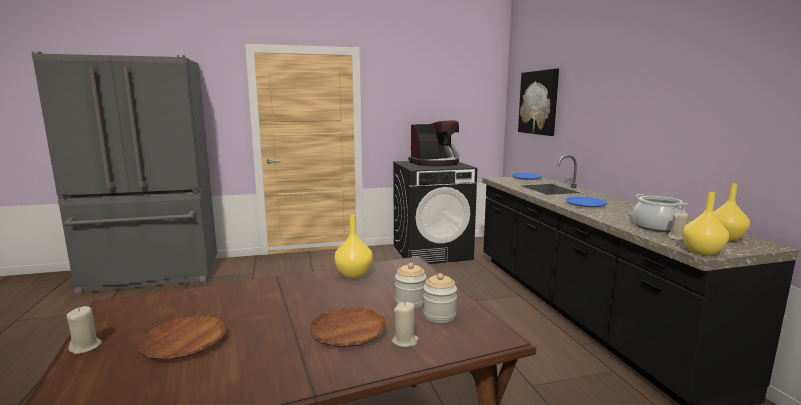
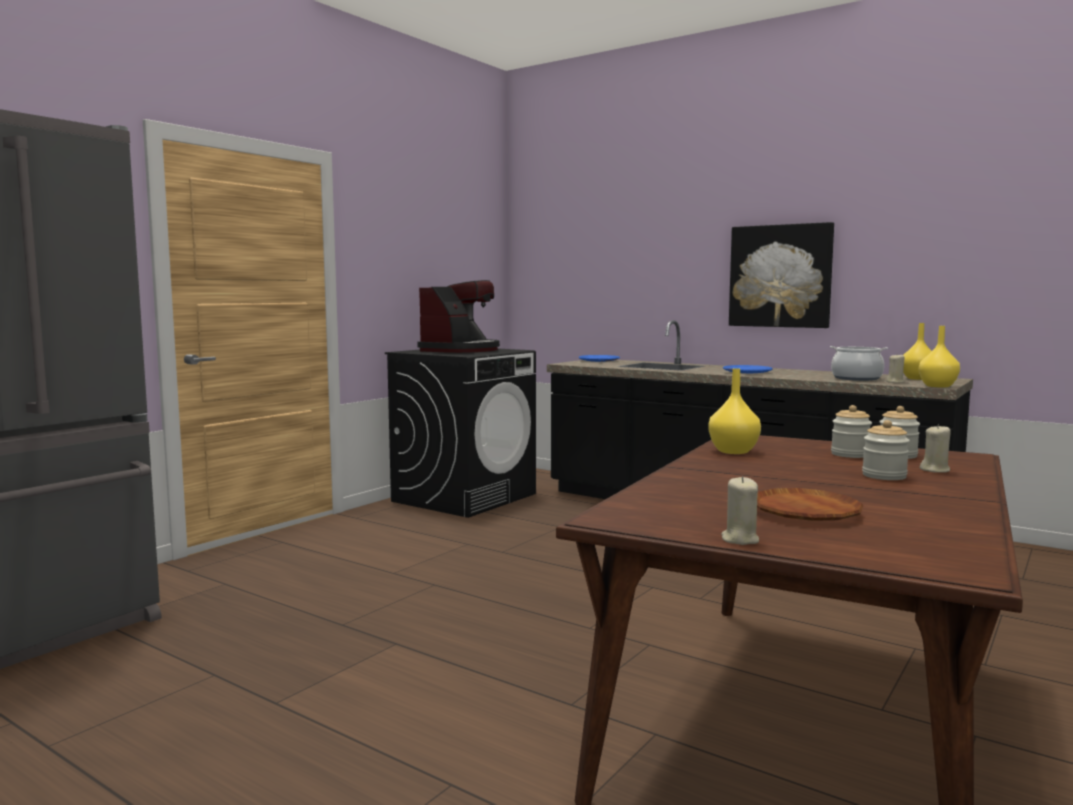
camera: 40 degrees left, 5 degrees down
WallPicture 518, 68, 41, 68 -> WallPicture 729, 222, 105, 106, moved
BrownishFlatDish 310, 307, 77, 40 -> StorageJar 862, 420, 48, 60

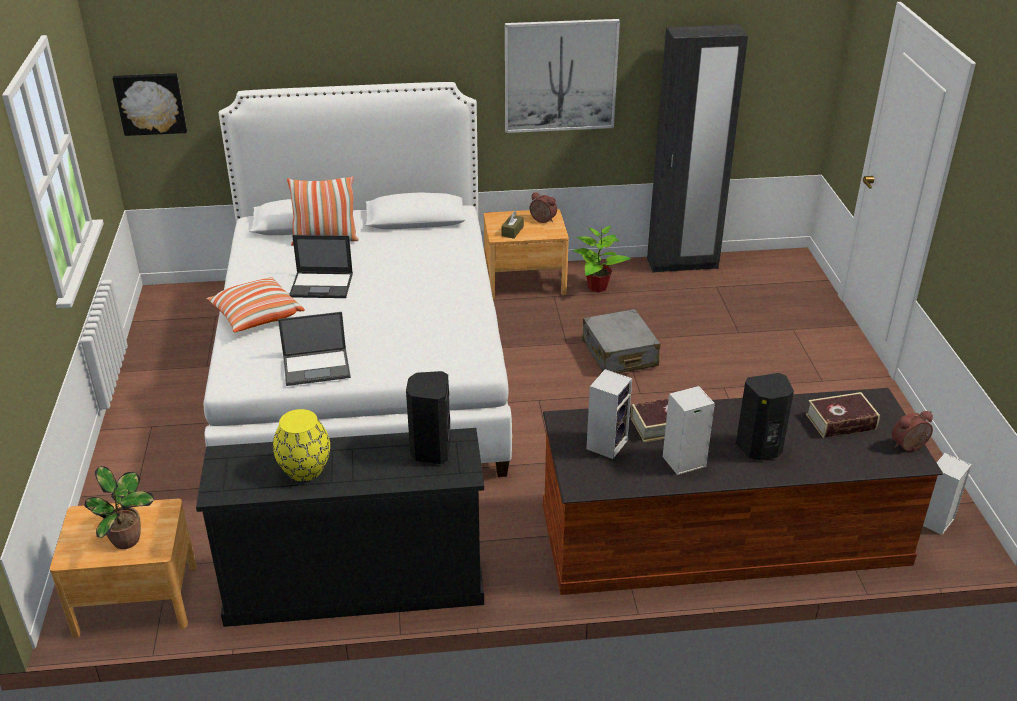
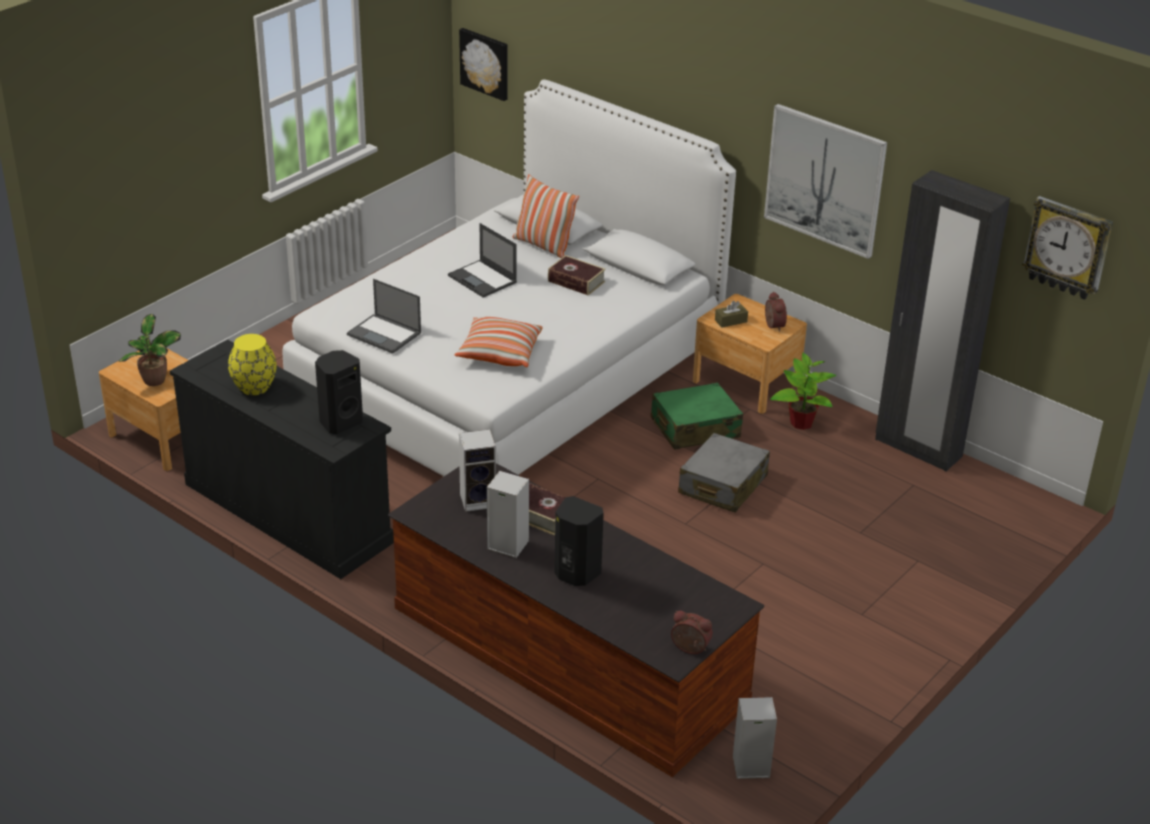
camera: 45 degrees right, 0 degrees up
ThrowPillow 206, 277, 99, 55 -> ThrowPillow 455, 317, 87, 50, moved
Volume 806, 392, 74, 46 -> Volume 548, 255, 58, 40, moved
none -> WallClock 1022, 196, 91, 104
none -> GreenColouredPieceOfLuggage 651, 382, 92, 68

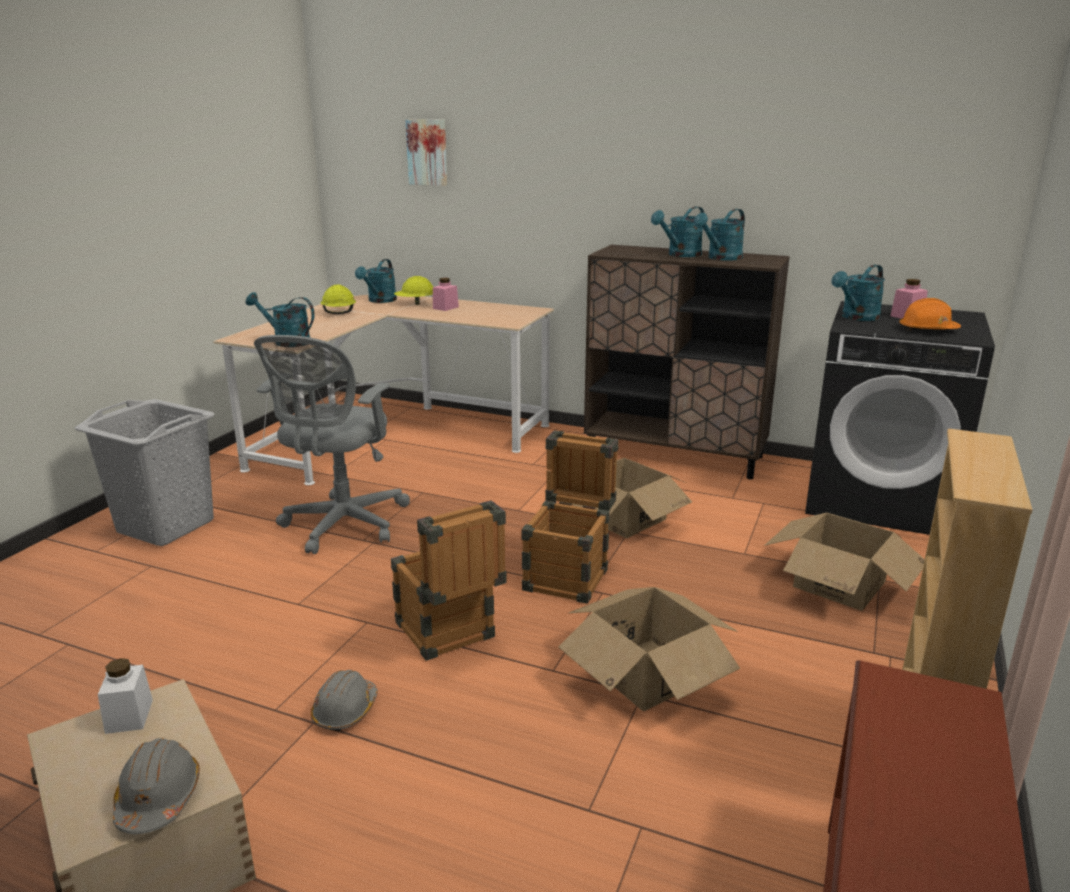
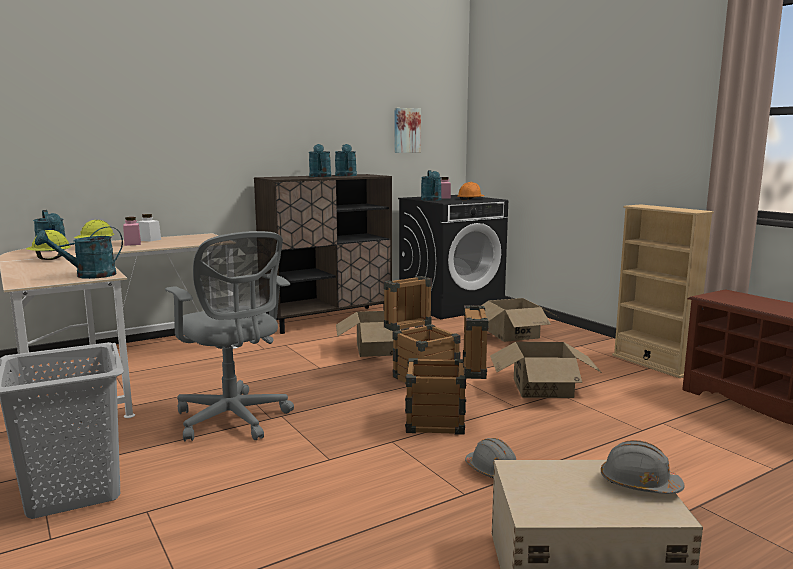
camera: 55 degrees left, 10 degrees down
WallPicture 405, 119, 42, 67 -> WallPicture 395, 108, 26, 45, moved
WhiteColouredStorageJar 98, 658, 55, 76 -> WhiteColouredStorageJar 136, 214, 25, 28, moved

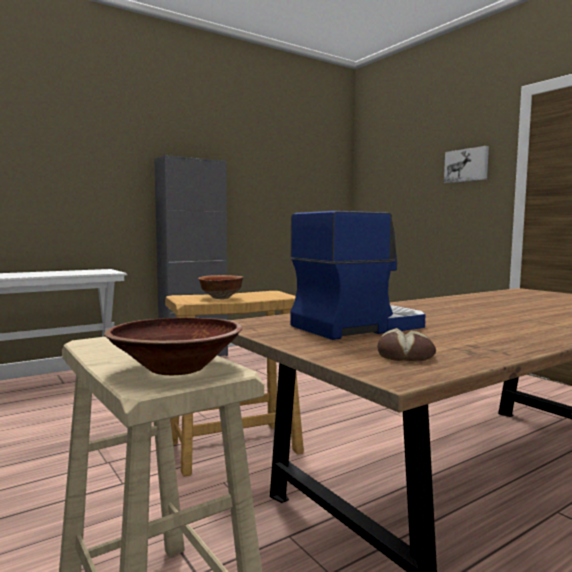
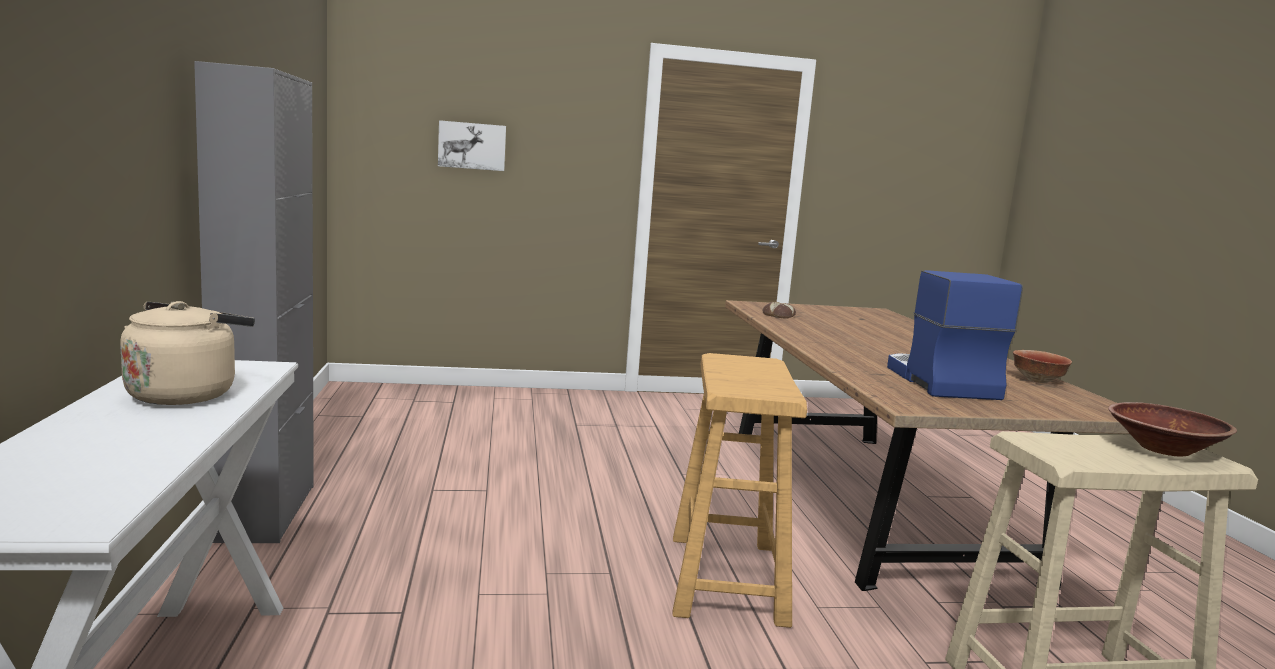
camera: 65 degrees left, 5 degrees up
WallPicture 444, 146, 45, 37 -> WallPicture 438, 120, 68, 51, moved
ServingBowl 198, 275, 45, 24 -> ServingBowl 1013, 350, 59, 33, moved
Bread 378, 328, 58, 33 -> Bread 762, 302, 34, 16, moved
none -> BeigeColouredKettle 120, 301, 135, 104

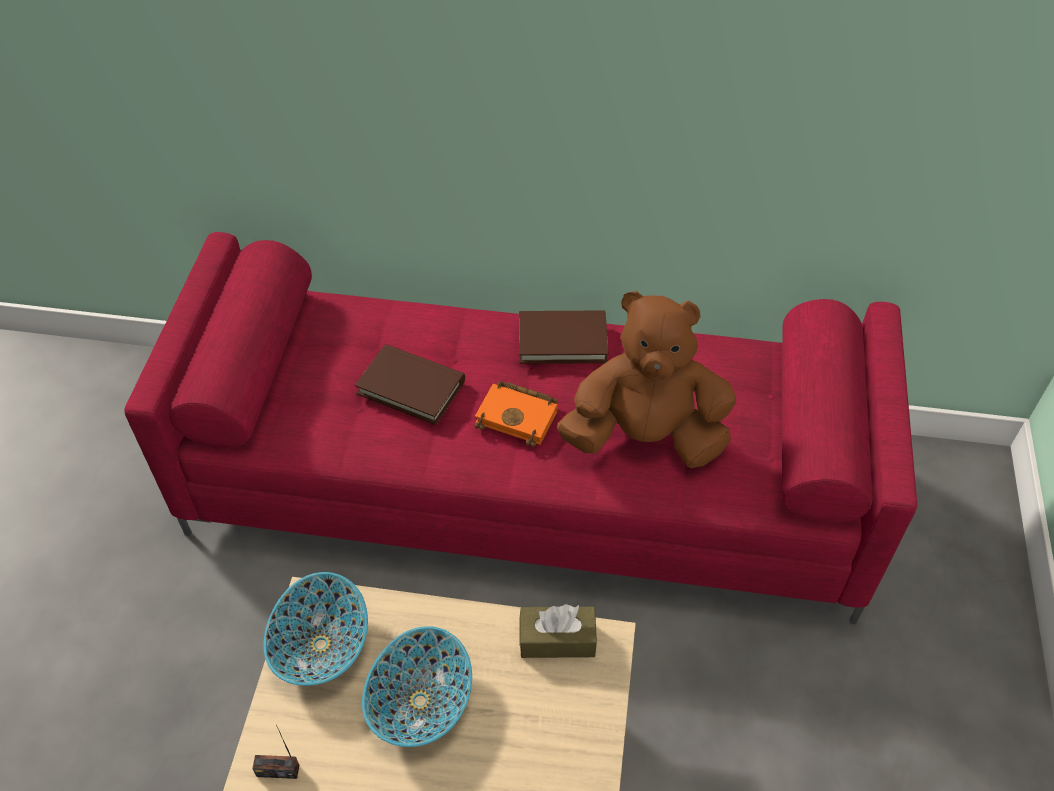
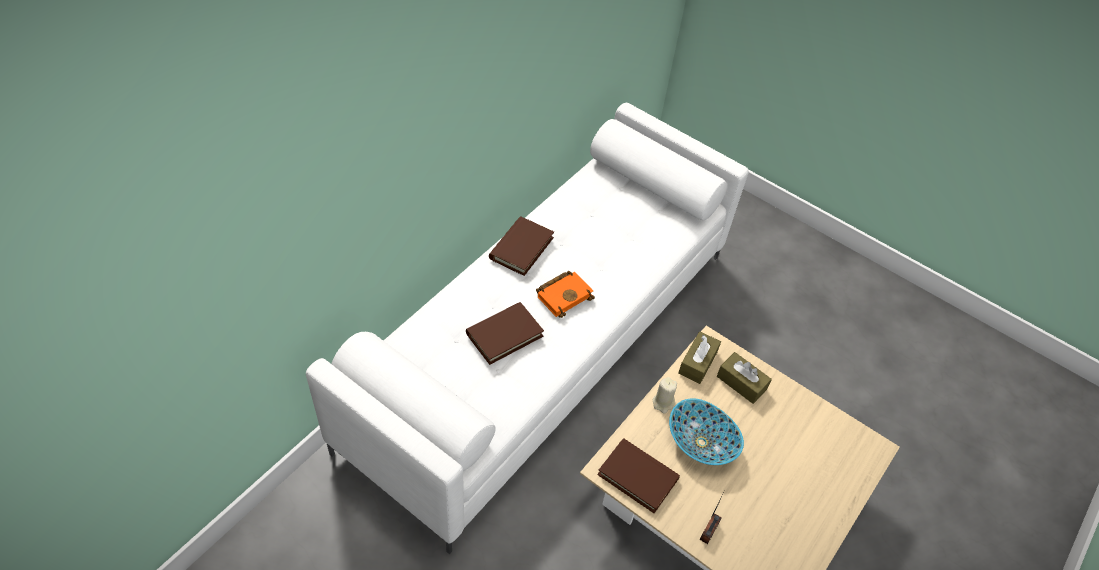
camera: 65 degrees left, 0 degrees up
RedSettee 124, 232, 793, 392 -> WhiteColouredSettee 306, 103, 443, 451
BrownishPlushToy 557, 291, 179, 177 -> none
ServingBowl 263, 572, 105, 114 -> BrownishVolume 597, 438, 83, 75
none -> BrownishBoxOfTissues 717, 352, 55, 52
none -> BeigeColouredWaxCandle 653, 377, 24, 37

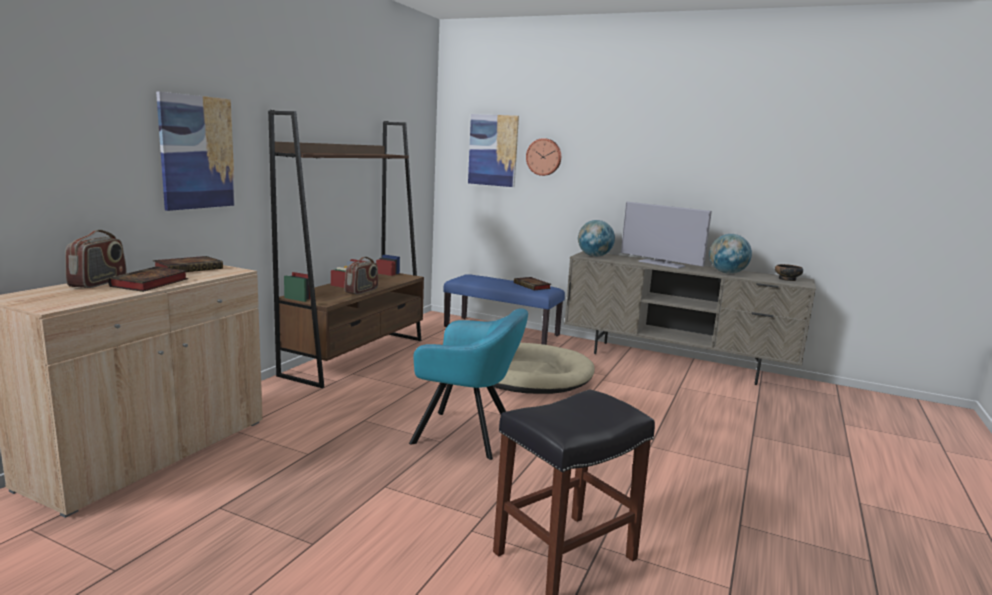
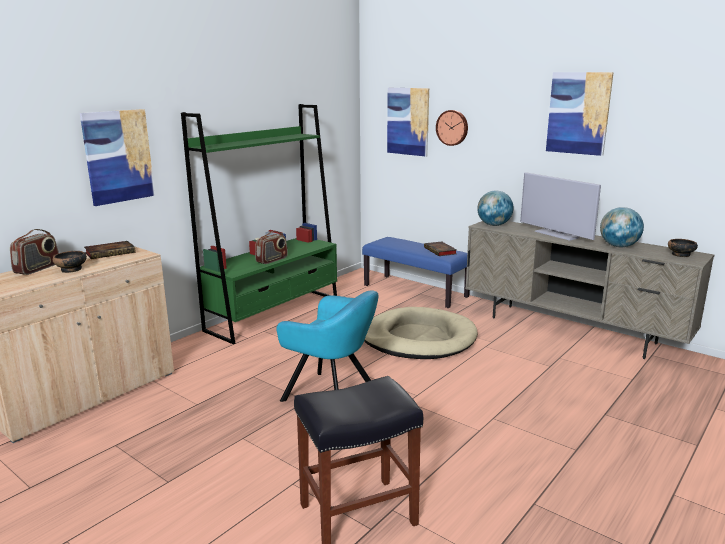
camera: 15 degrees right, 5 degrees up
BrownishBookcase 268, 110, 156, 278 -> GreenColouredBookcase 181, 104, 156, 240
Volume 108, 266, 80, 26 -> ServingBowl 53, 251, 34, 22
none -> WallPicture 546, 72, 68, 84

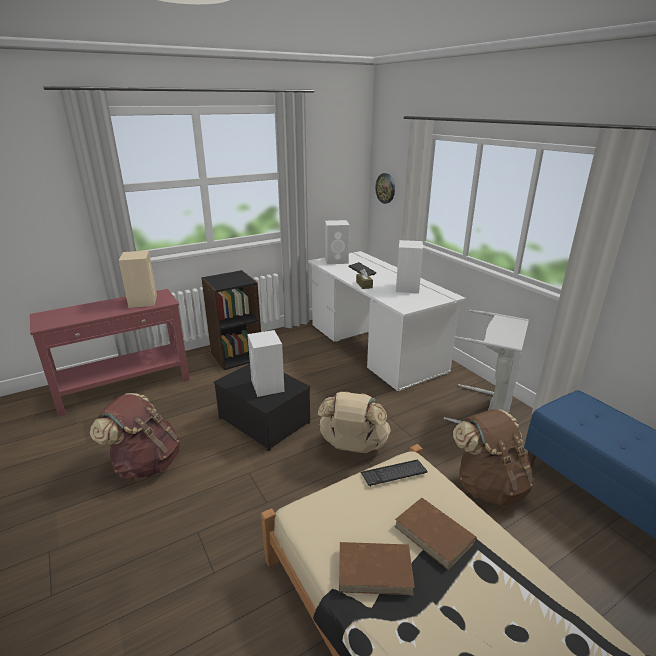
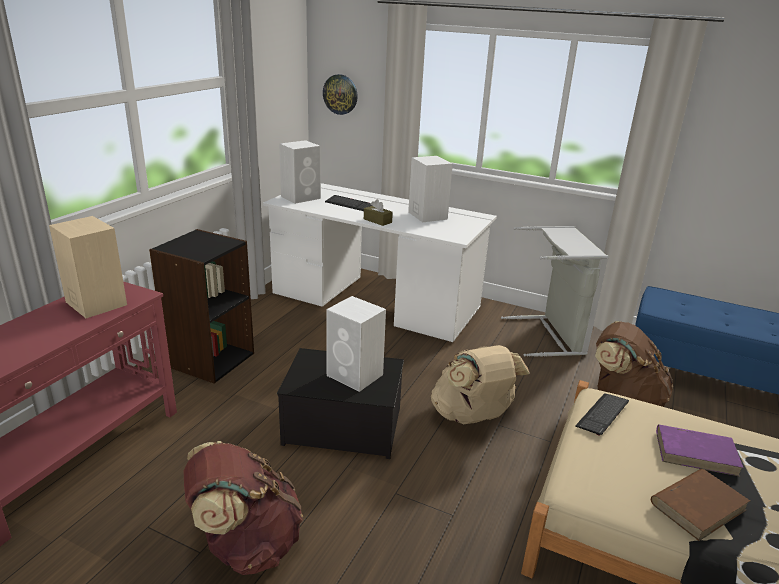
camera: 35 degrees left, 0 degrees up
BrownishVolume 394, 498, 83, 72 -> PurplishVolume 656, 424, 87, 53

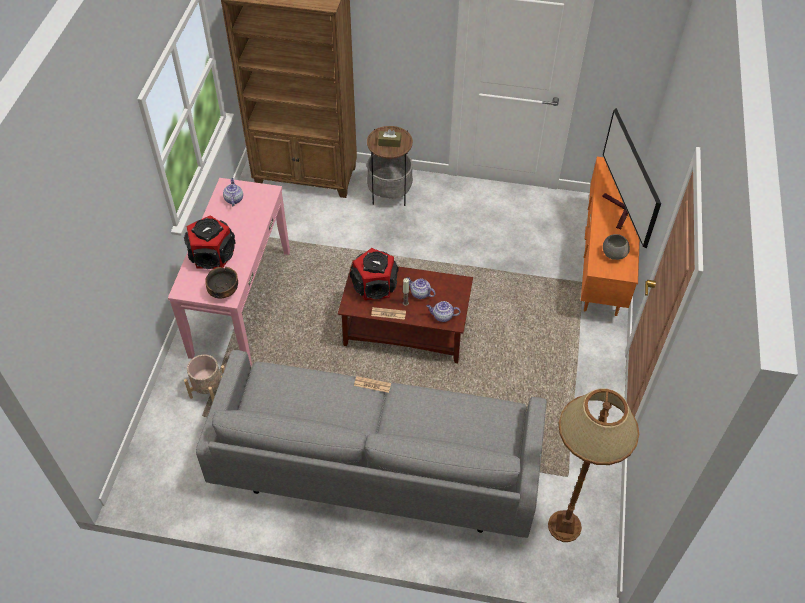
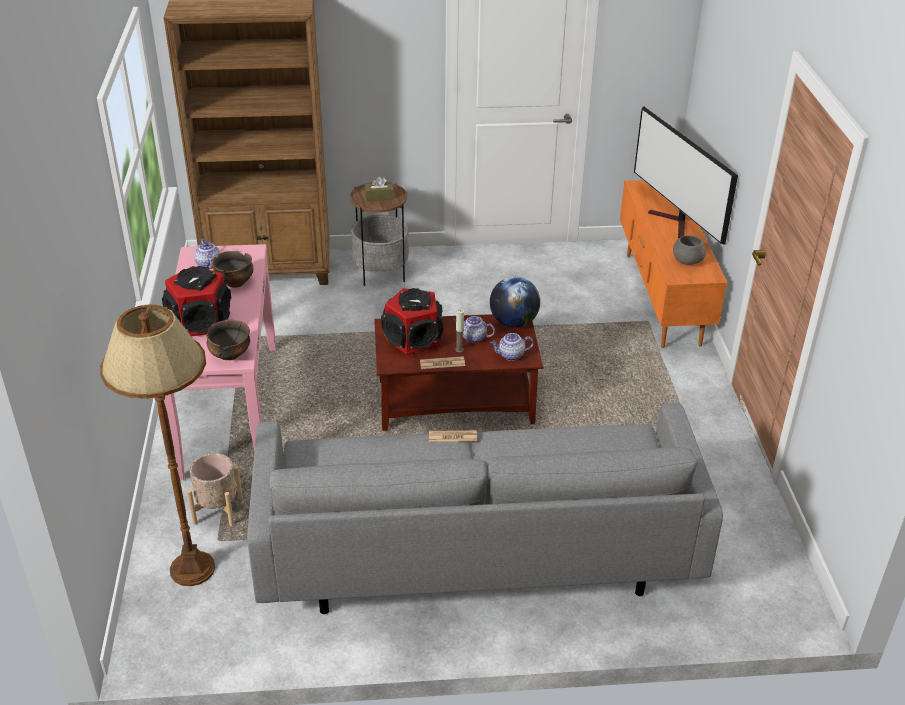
camera: 15 degrees left, 15 degrees down
BrownishStandardLamp 548, 388, 91, 154 -> BrownishStandardLamp 100, 305, 115, 281, moved
none -> ServingBowl 212, 251, 42, 37
none -> DeskGlobe 490, 277, 50, 51

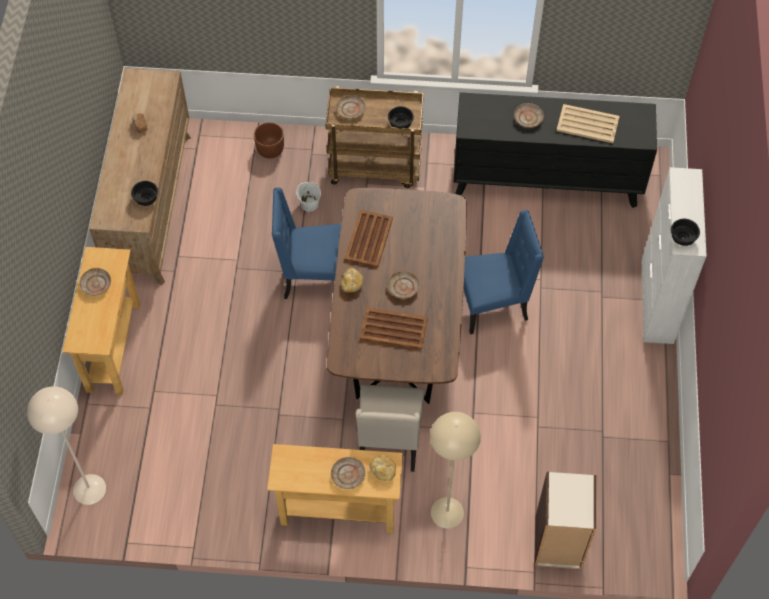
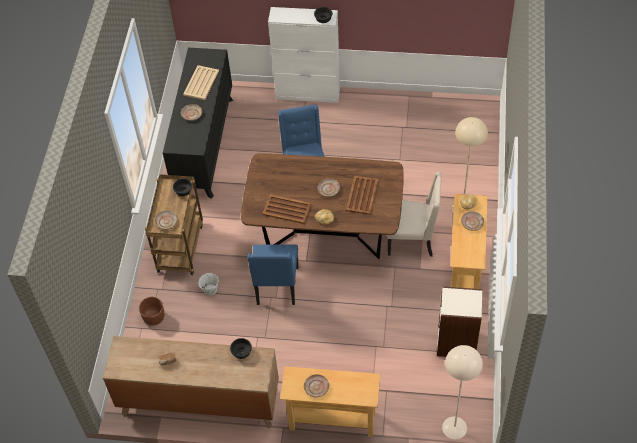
camera: 85 degrees left, 5 degrees down
Bookcase 535, 472, 61, 98 -> Bookcase 437, 286, 46, 71, moved

